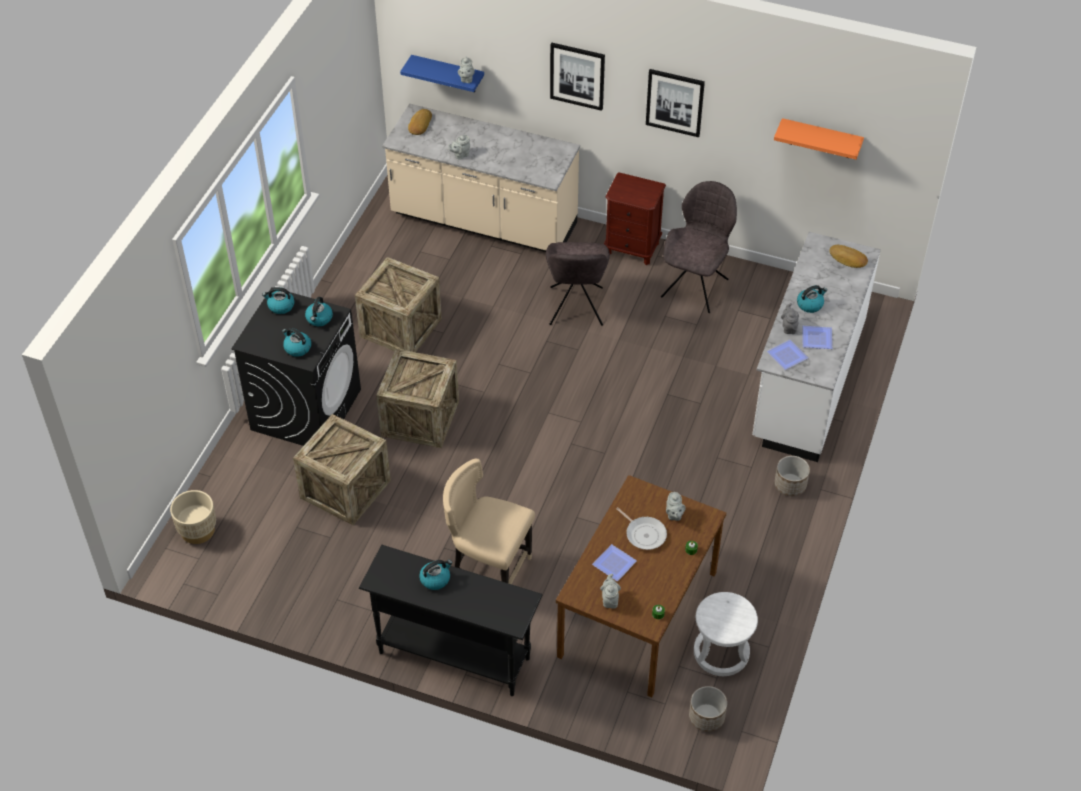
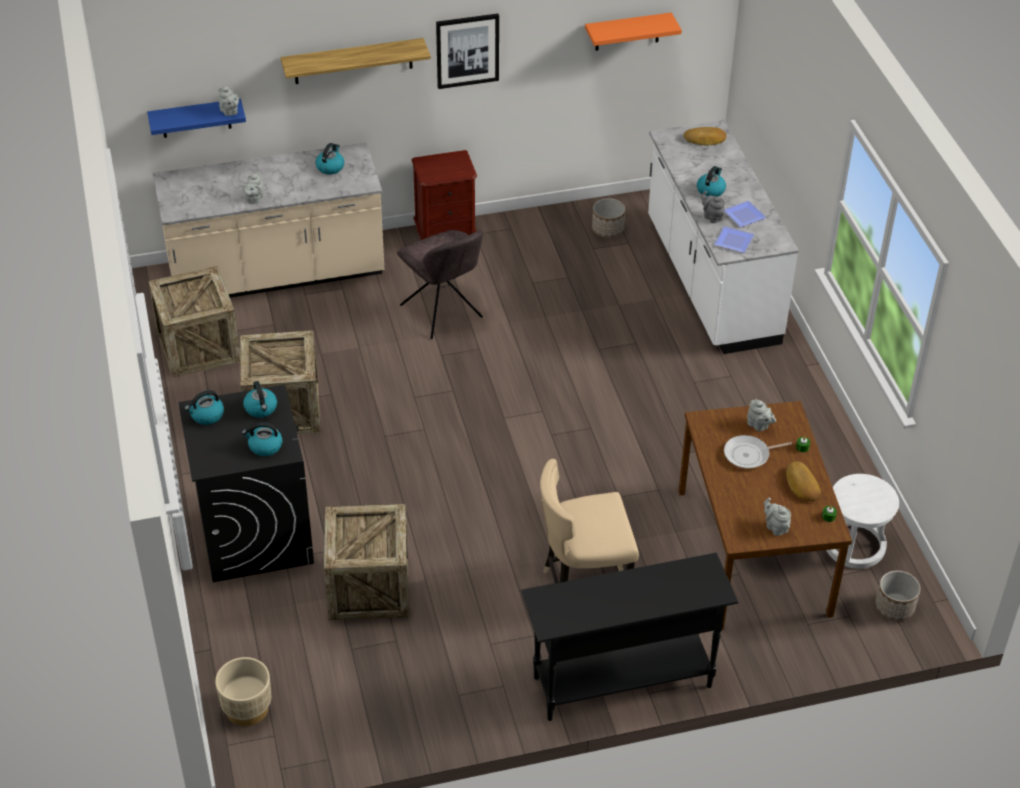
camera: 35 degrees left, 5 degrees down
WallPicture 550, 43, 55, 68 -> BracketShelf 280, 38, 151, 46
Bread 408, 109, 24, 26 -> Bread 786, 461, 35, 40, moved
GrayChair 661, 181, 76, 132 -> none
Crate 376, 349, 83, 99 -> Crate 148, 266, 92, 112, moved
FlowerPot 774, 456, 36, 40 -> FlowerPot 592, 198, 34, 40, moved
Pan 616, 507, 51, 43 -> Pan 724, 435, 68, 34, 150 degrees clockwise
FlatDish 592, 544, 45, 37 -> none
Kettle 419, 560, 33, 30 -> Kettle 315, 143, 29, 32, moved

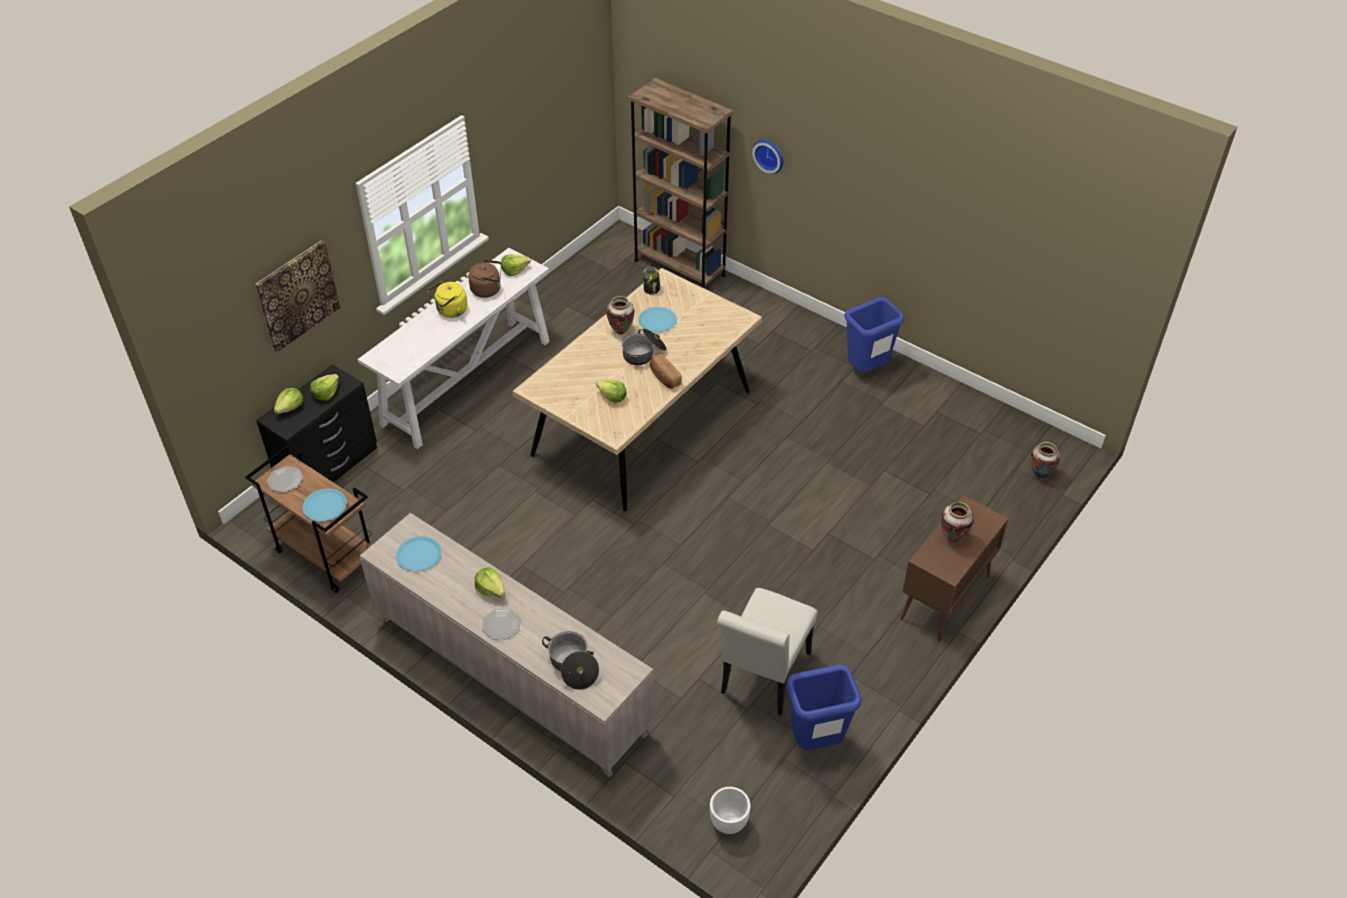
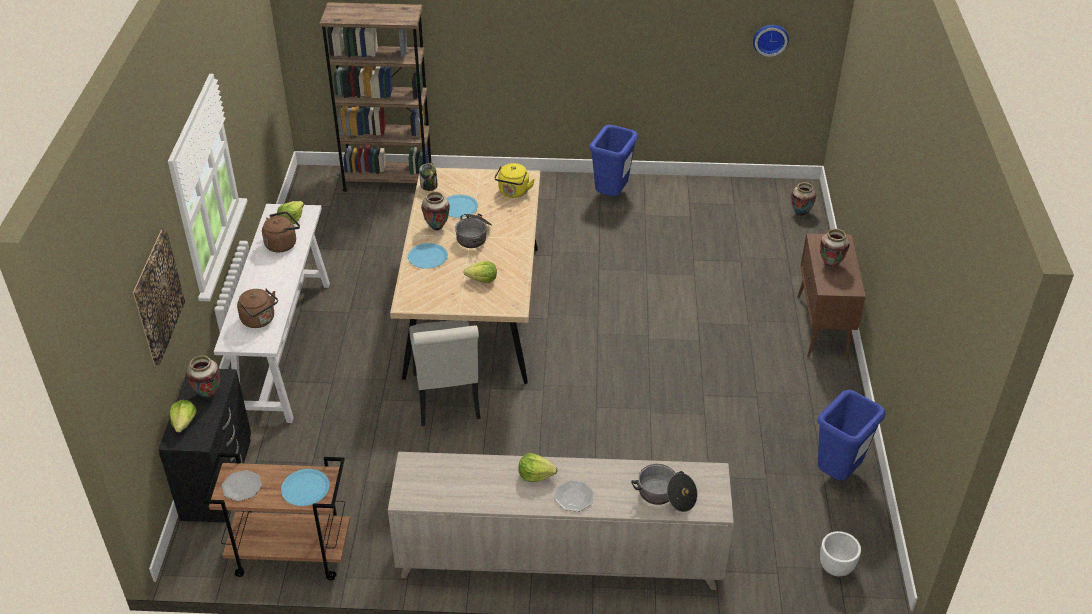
camera: 35 degrees left, 5 degrees down
WallClock 752, 140, 31, 34 -> WallClock 753, 25, 36, 32, moved
YellowKettle 428, 281, 40, 37 -> YellowKettle 494, 163, 41, 35, moved
Bread 650, 354, 32, 35 -> none
LettuceHead 310, 374, 29, 27 -> Vase 186, 355, 34, 43
BlueFlatDish 396, 536, 46, 36 -> BlueFlatDish 408, 243, 40, 26, moved
WhiteColouredChair 717, 588, 101, 128 -> WhiteColouredChair 409, 320, 72, 106, moved
none -> BrownishKettle 237, 289, 41, 39

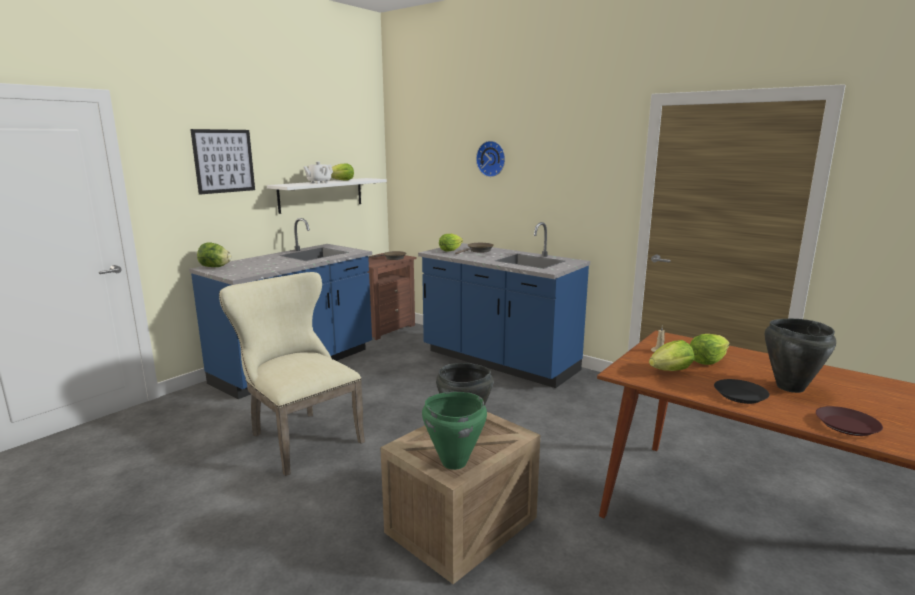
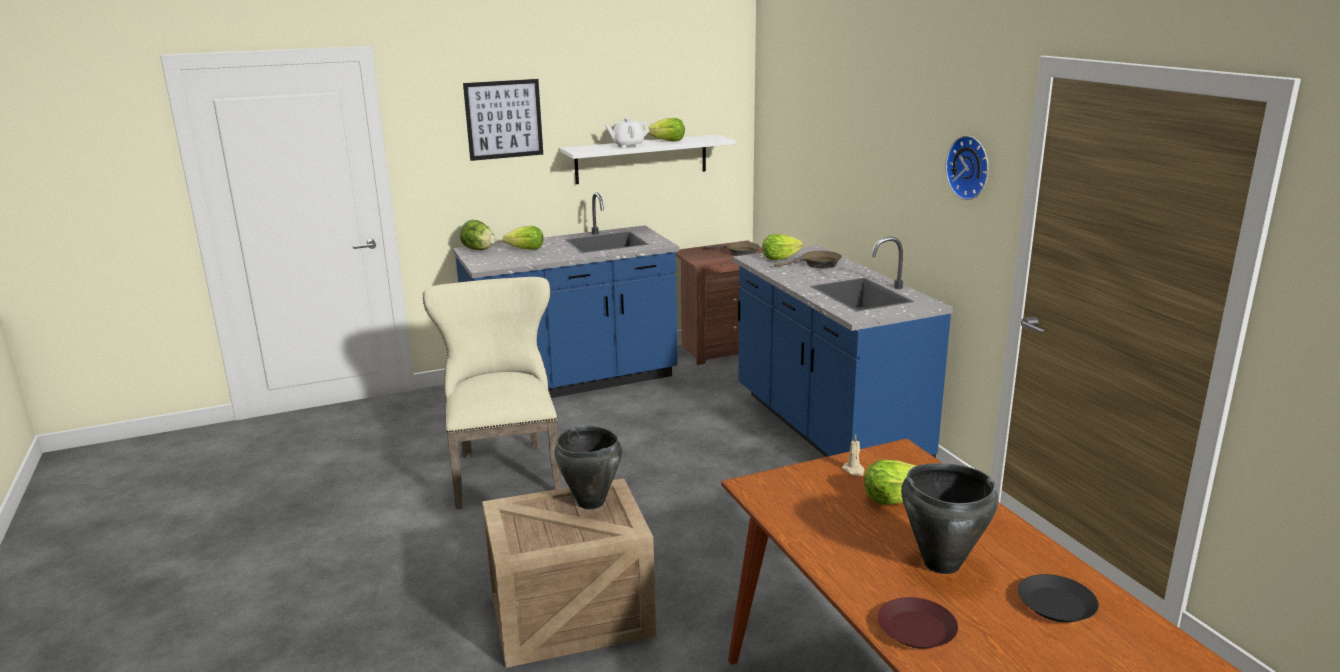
camera: 30 degrees right, 5 degrees up
WallClock 476, 141, 29, 36 -> WallClock 946, 135, 43, 65, moved
LettuceHead 649, 340, 46, 31 -> LettuceHead 503, 226, 40, 24, moved
BlackFlatDish 714, 379, 55, 25 -> BlackFlatDish 1018, 574, 81, 48, moved
GreenColouredCookingPot 422, 392, 65, 78 -> none

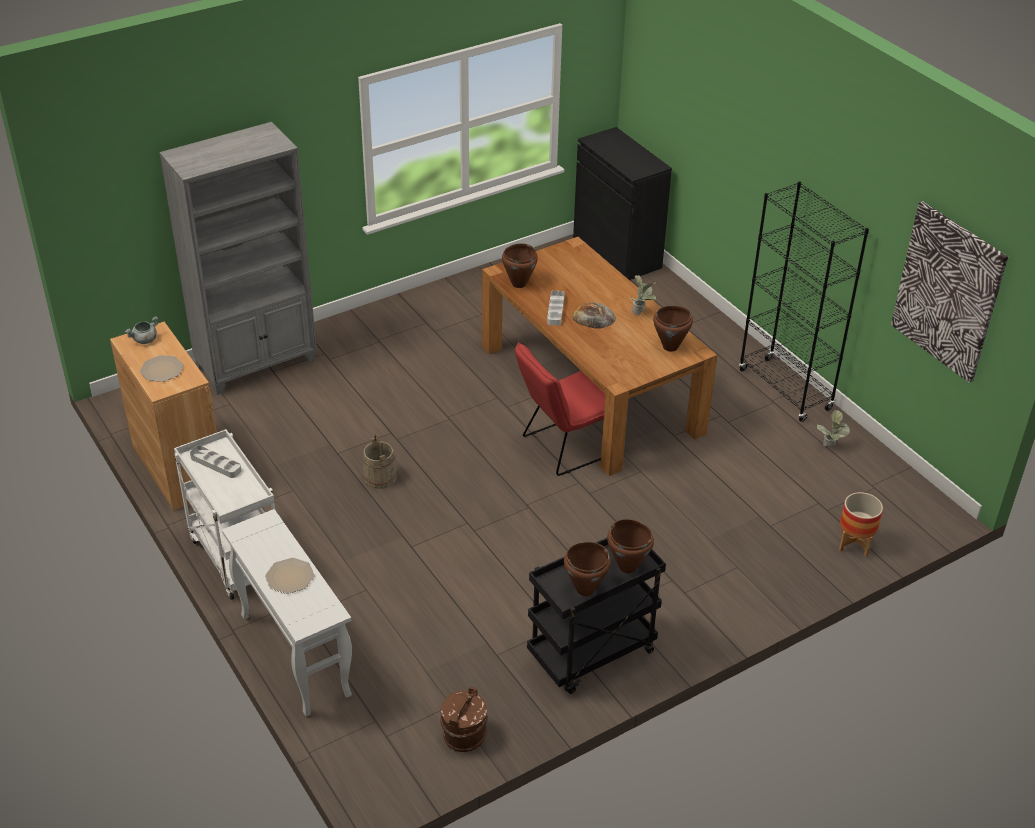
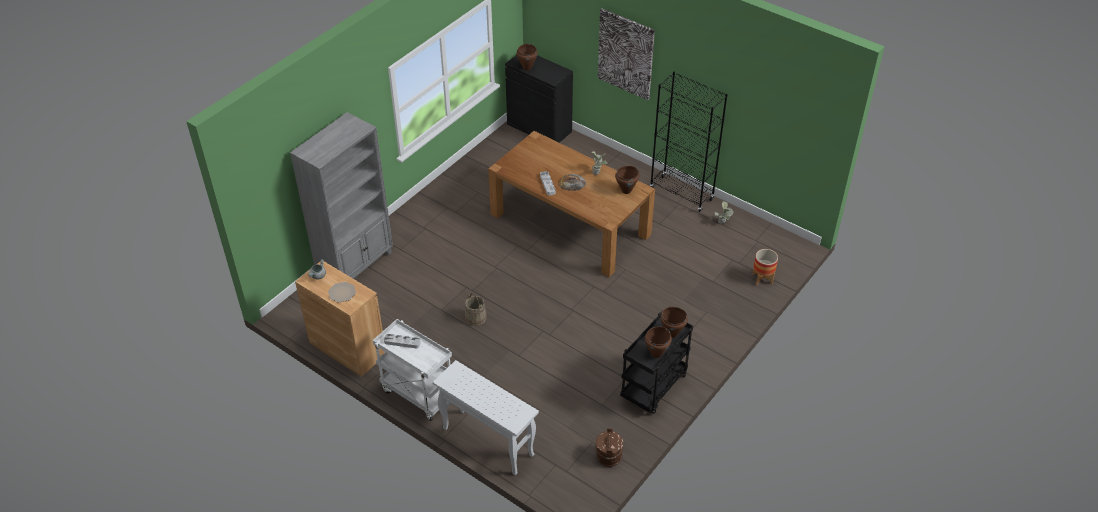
camera: 20 degrees left, 5 degrees up
WallPicture 891, 201, 117, 182 -> WallPicture 598, 8, 57, 92, moved
BrownishCookingPot 502, 243, 36, 45 -> BrownishCookingPot 517, 44, 21, 27, moved
RedChair 515, 342, 90, 134 -> none
FlatDish 265, 558, 49, 36 -> none

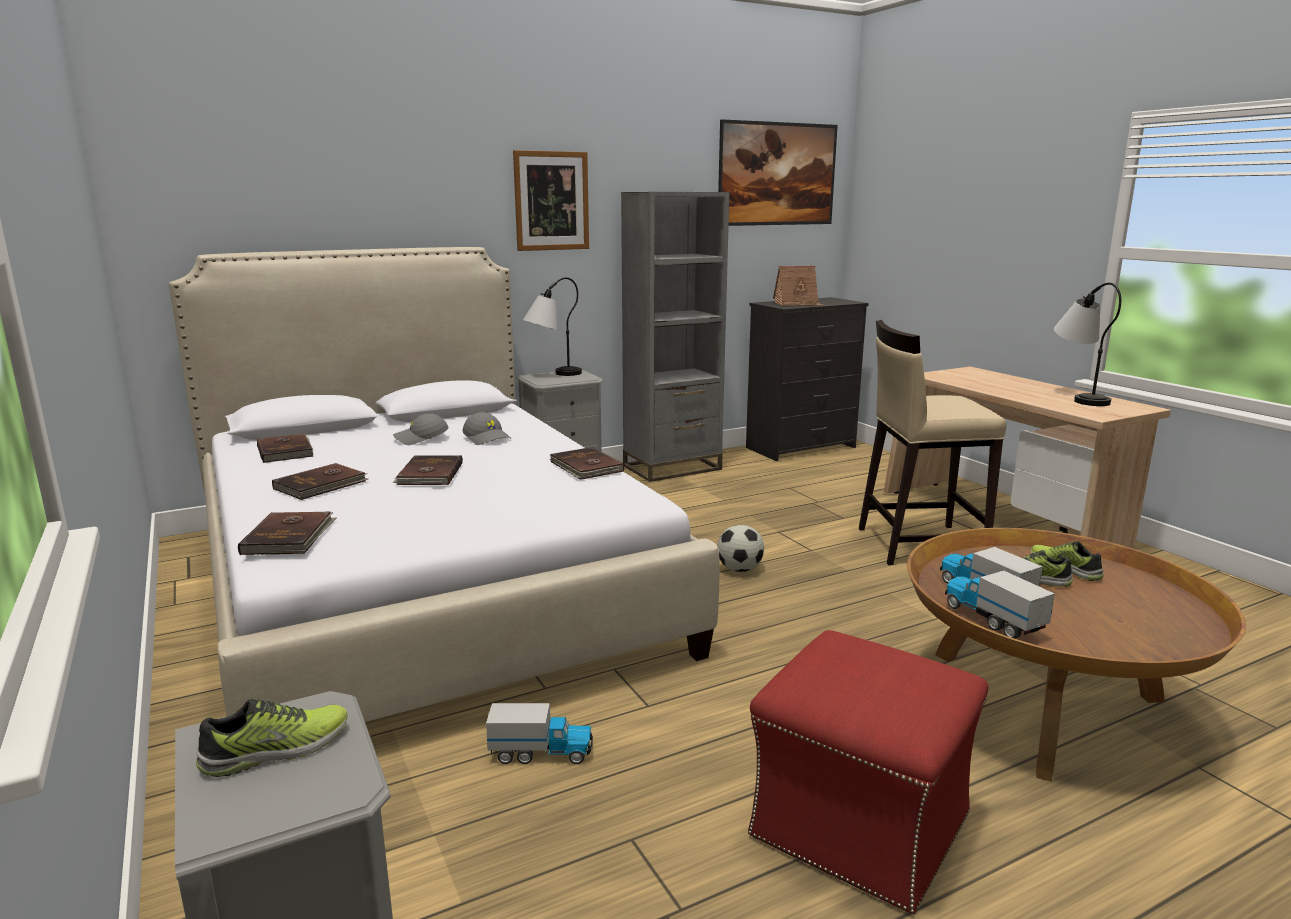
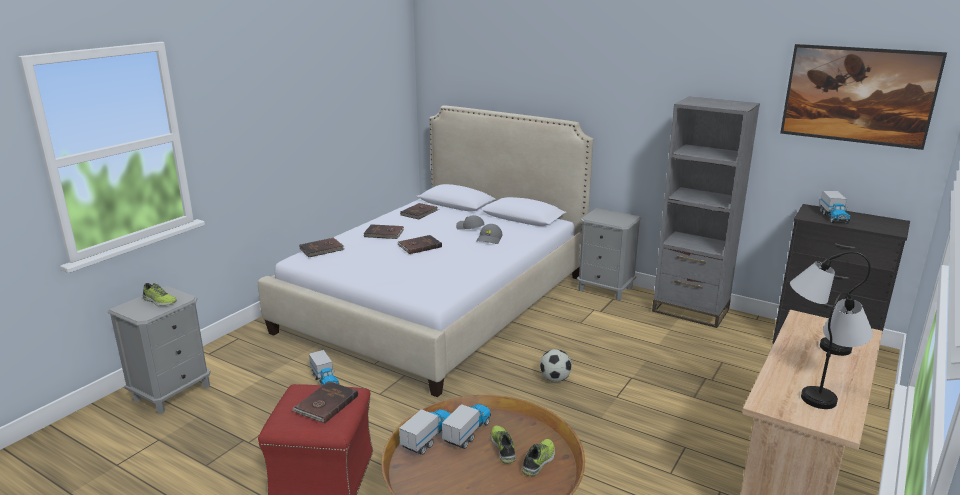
camera: 60 degrees right, 5 degrees up
WallPicture 513, 150, 76, 101 -> none
ToyHouse 773, 266, 50, 40 -> ModelTruck 820, 191, 30, 33
TabletopLamp 523, 277, 59, 99 -> TabletopLamp 790, 251, 81, 105, moved
BeigeColouredStool 859, 320, 147, 245 -> none
BrownishVolume 550, 447, 74, 33 -> BrownishVolume 292, 381, 66, 43, moved

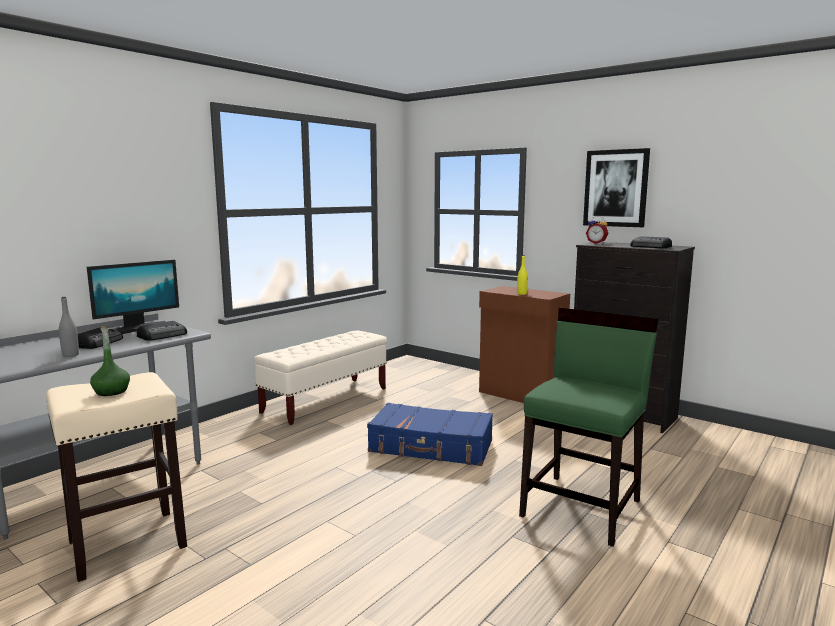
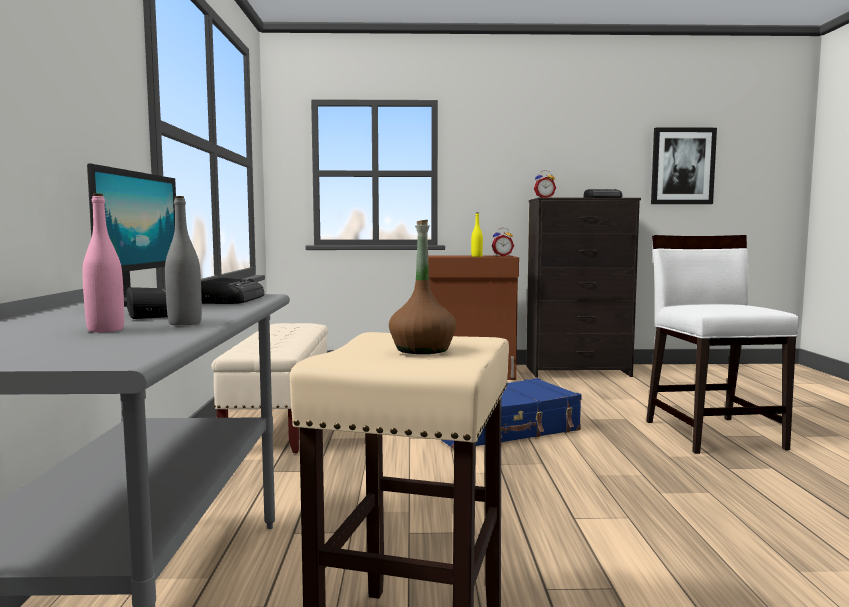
camera: 40 degrees left, 5 degrees down
WallPicture 583, 148, 67, 79 -> WallPicture 651, 127, 66, 77, moved
GreenColouredChair 519, 308, 139, 239 -> WhiteColouredChair 646, 235, 153, 219
GreenColouredBeverageBottle 90, 326, 40, 70 -> BrownishBeverageBottle 389, 220, 67, 134
none -> PinkishBeverageBottle 82, 193, 42, 140
none -> AlarmClock 491, 228, 23, 28

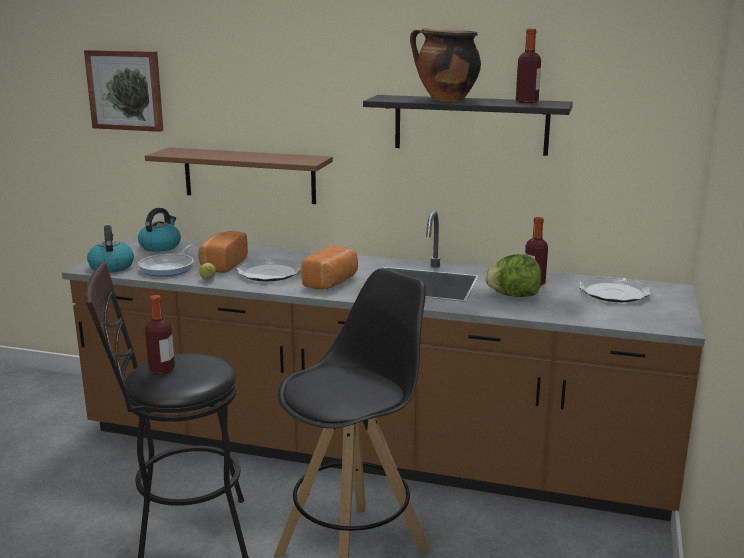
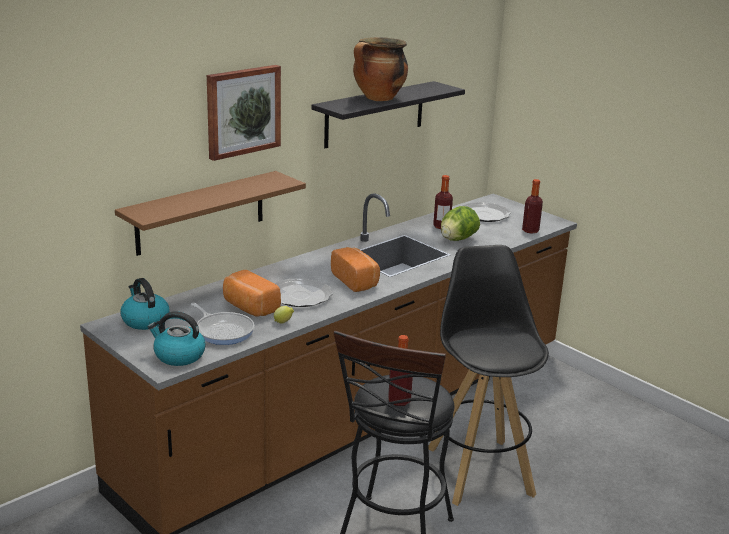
camera: 60 degrees left, 5 degrees up
BeverageBottle 516, 29, 25, 74 -> BeverageBottle 522, 179, 21, 55, moved
WallPicture 84, 50, 79, 82 -> WallPicture 207, 65, 74, 96, moved

